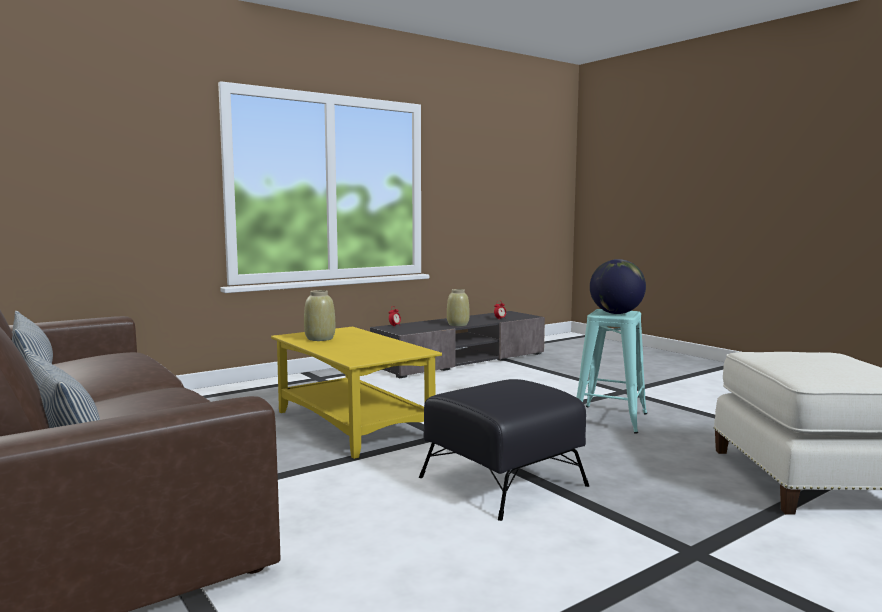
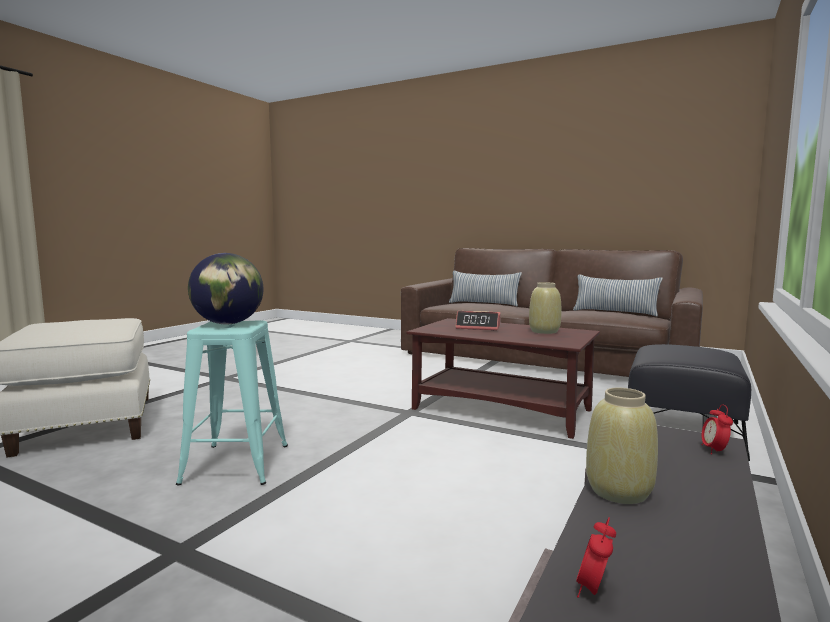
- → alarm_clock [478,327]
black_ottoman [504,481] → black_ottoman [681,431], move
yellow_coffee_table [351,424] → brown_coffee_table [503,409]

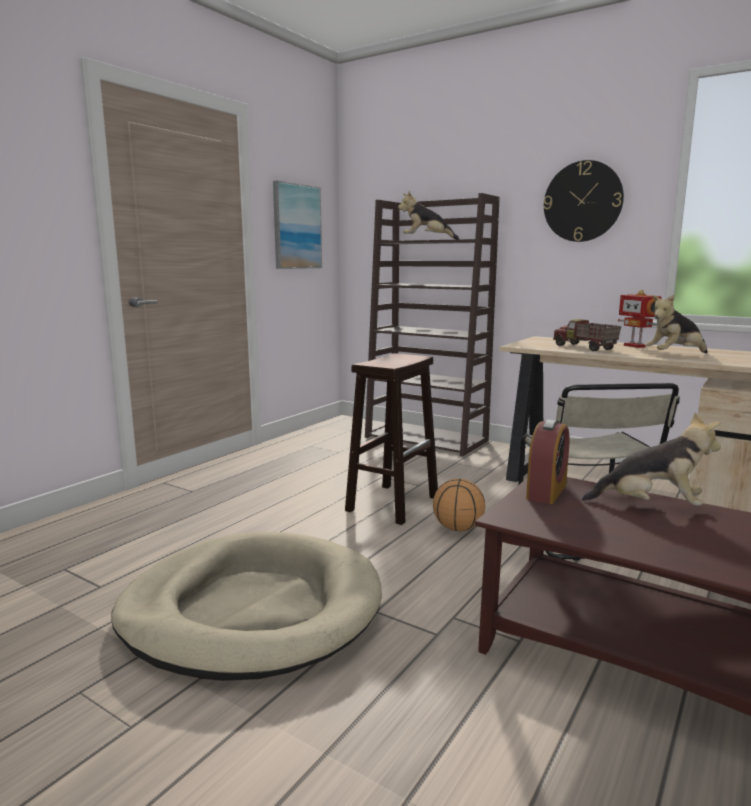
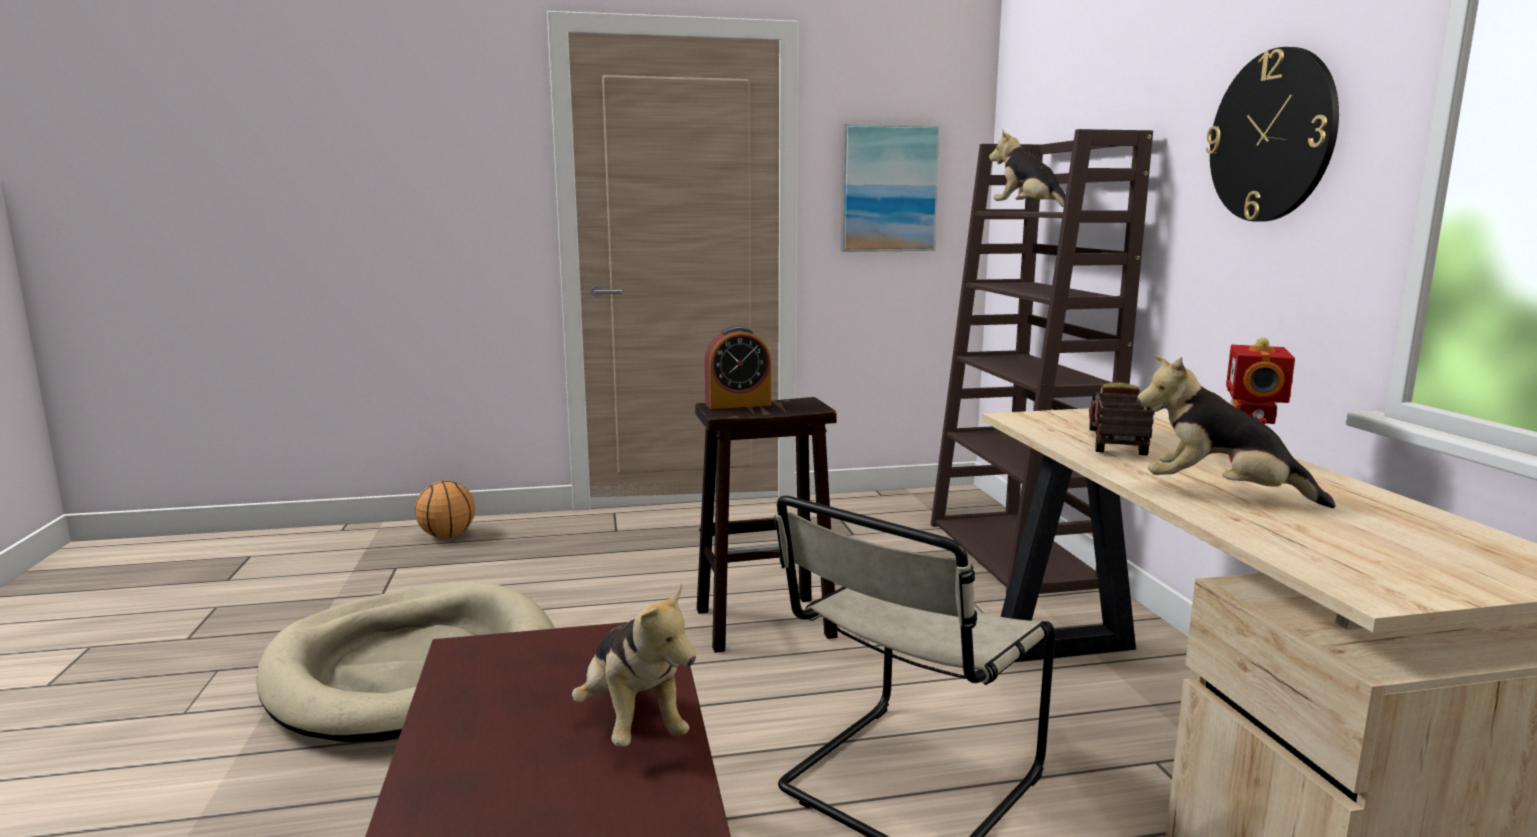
basketball [458,528] → basketball [448,536], move
alarm_clock [546,491] → alarm_clock [738,404], move

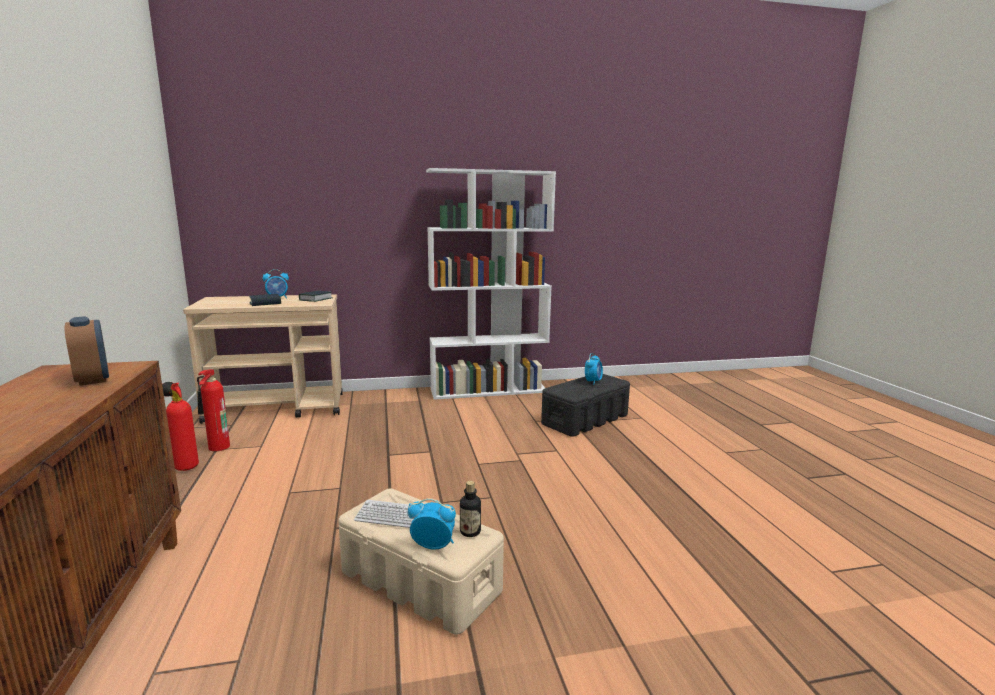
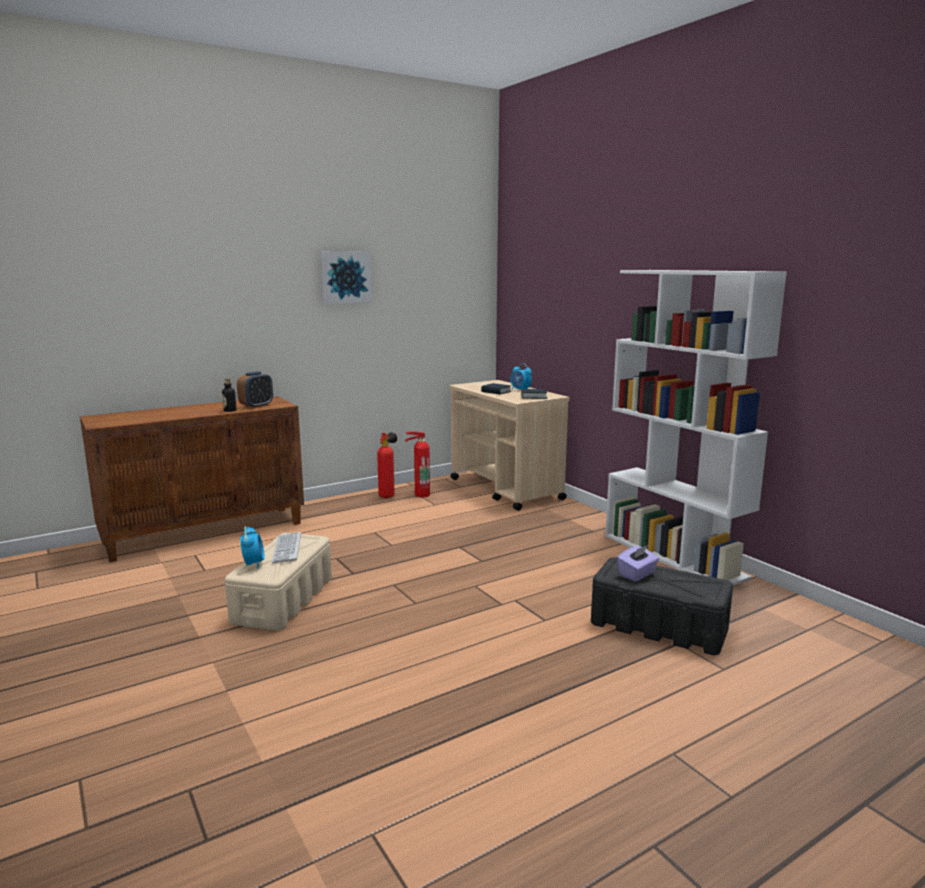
alarm_clock [593,382] → -
- → picture [345,277]
- → purple_tissue_box [637,574]
bottle [470,531] → bottle [230,410], move

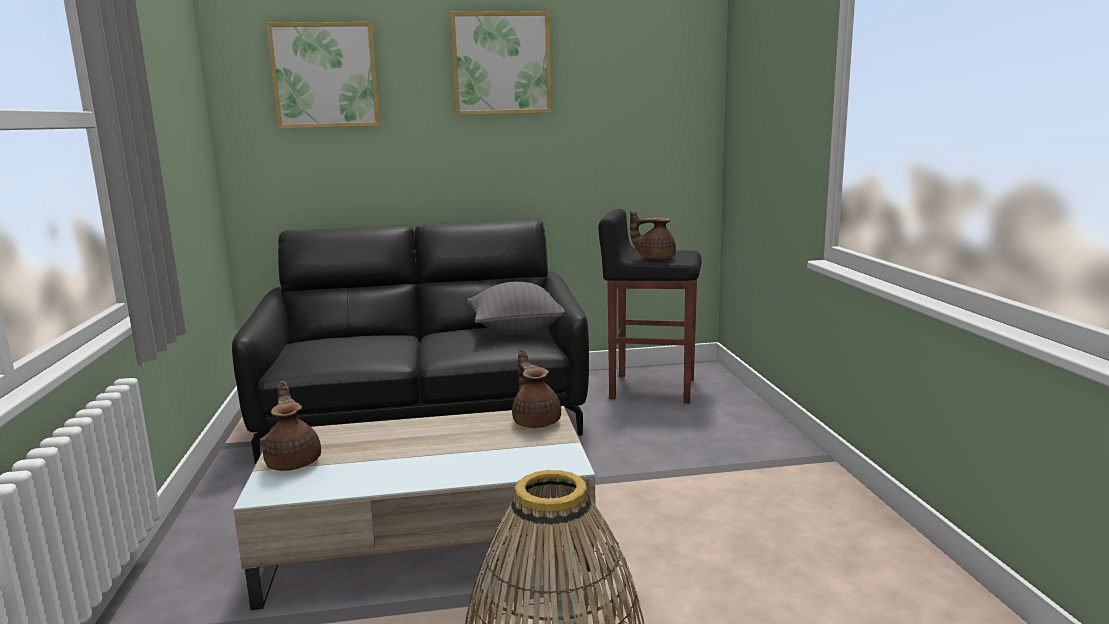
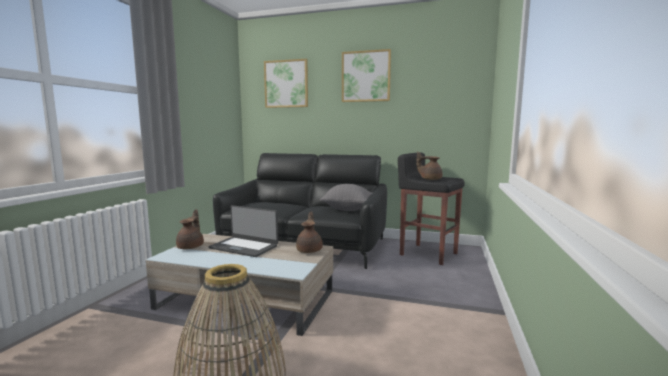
- → laptop [244,247]

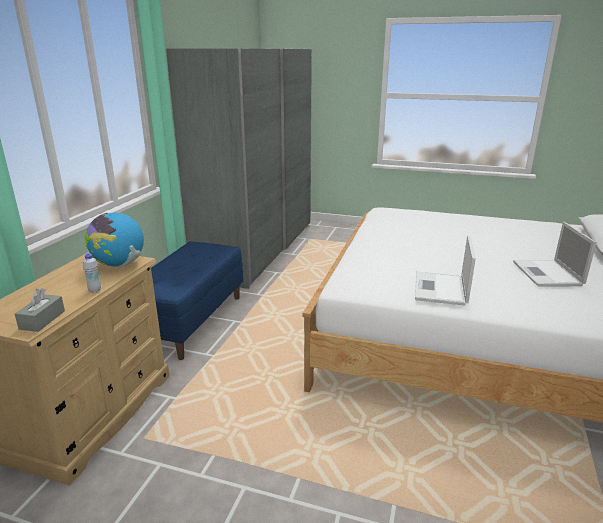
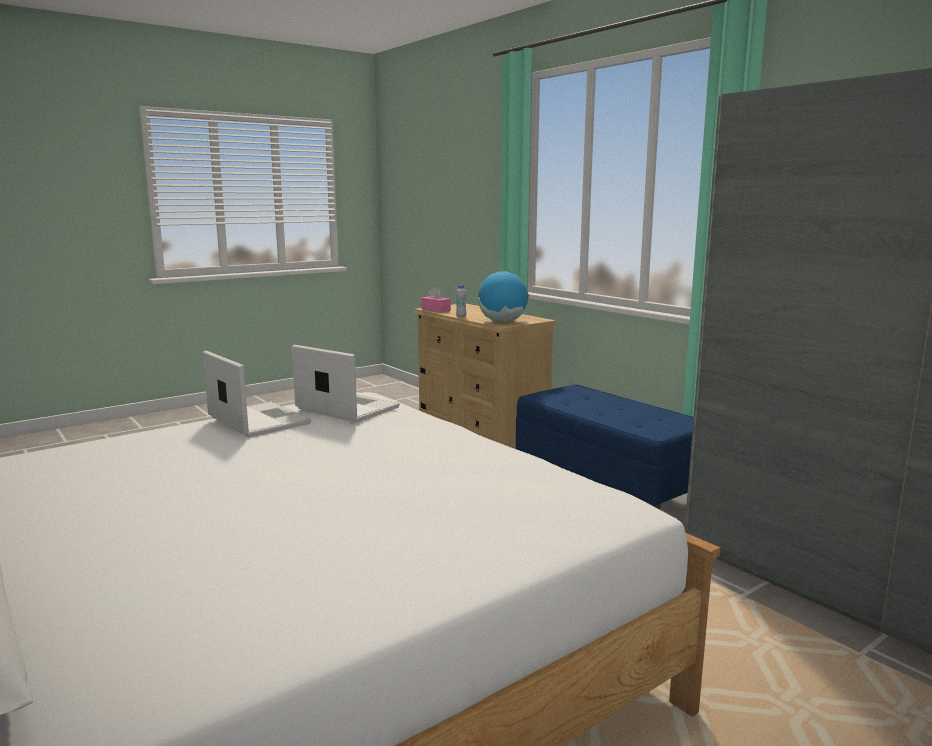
laptop [548,274] → laptop [345,408], move
grey_tissue_box [42,320] → pink_tissue_box [436,310]

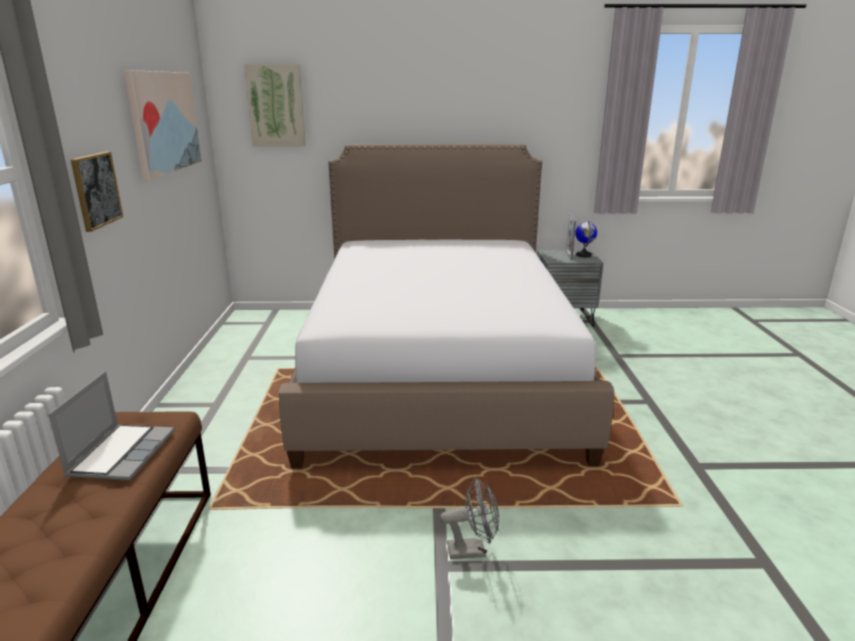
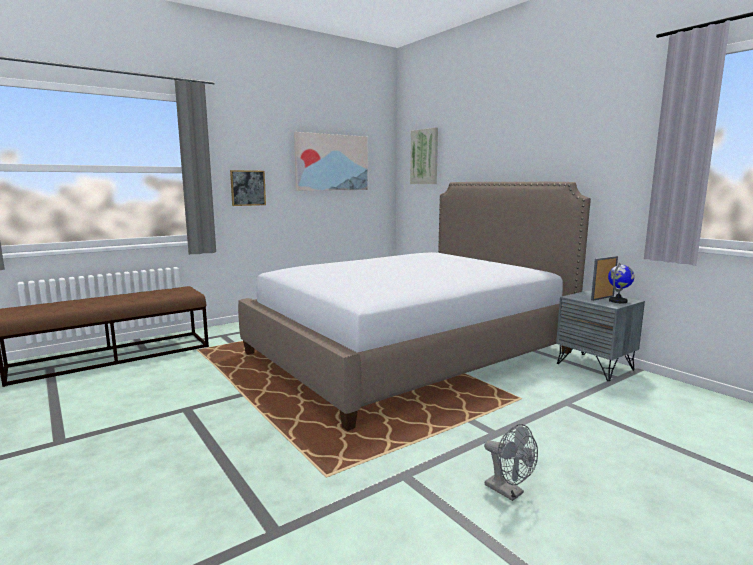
laptop [121,453] → -
grey_fan [472,550] → grey_fan [509,492], move

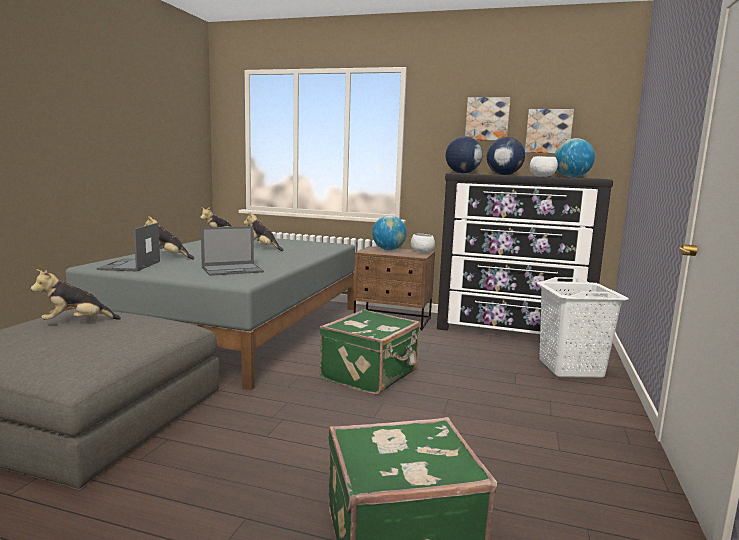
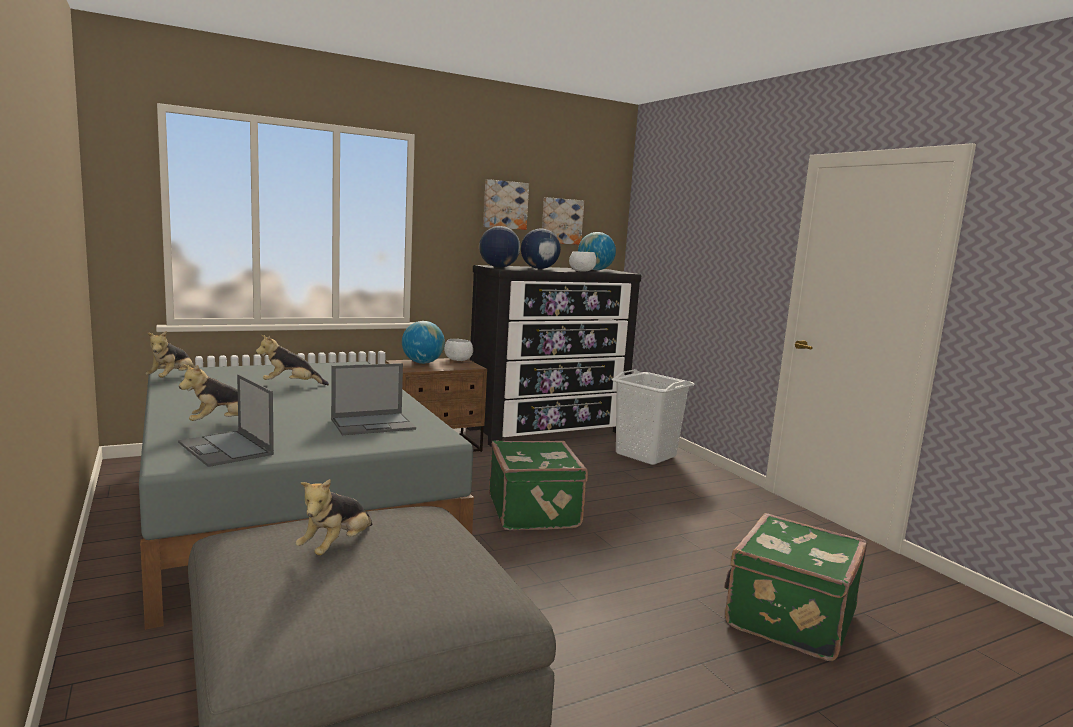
laptop [233,270] → laptop [374,424], 45 degrees clockwise

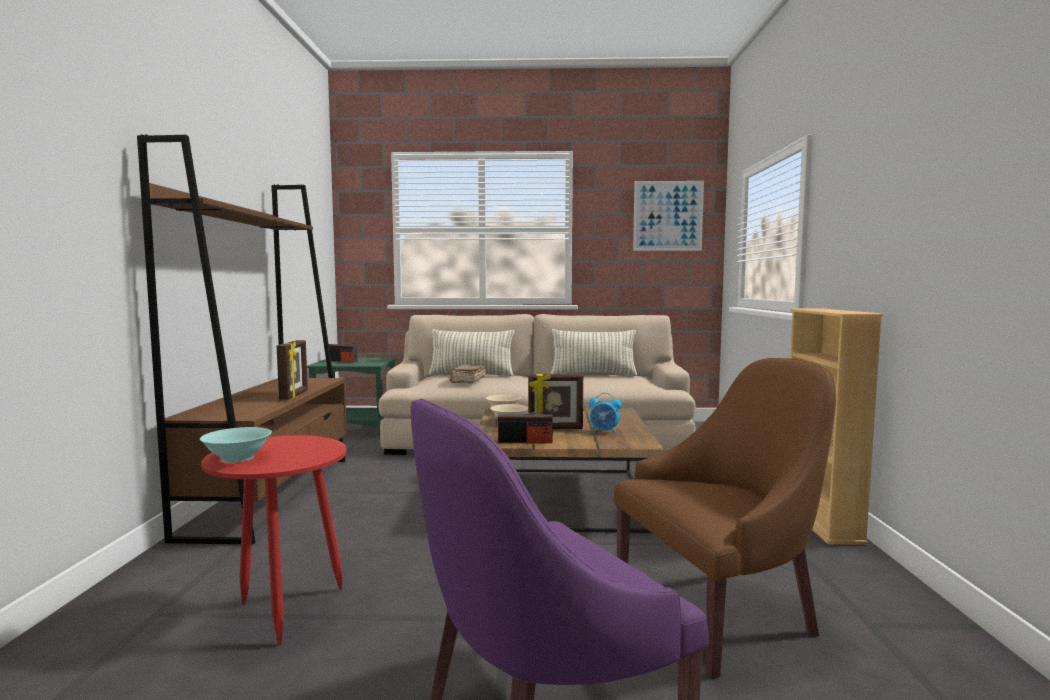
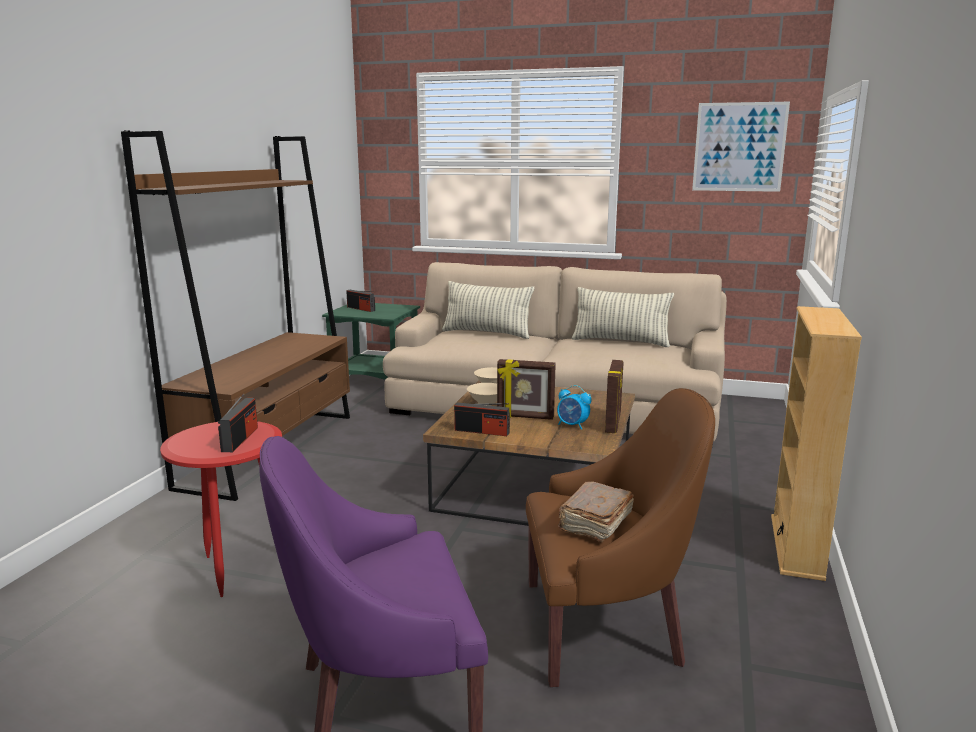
turquoise_bowl [237,458] → -
- → radio [240,439]
picture_frame [294,395] → picture_frame [613,423], move
brown_book [467,380] → brown_book [594,523], move

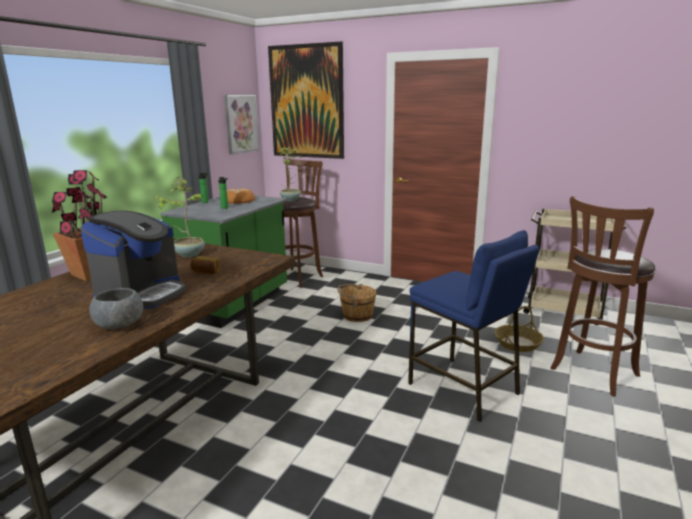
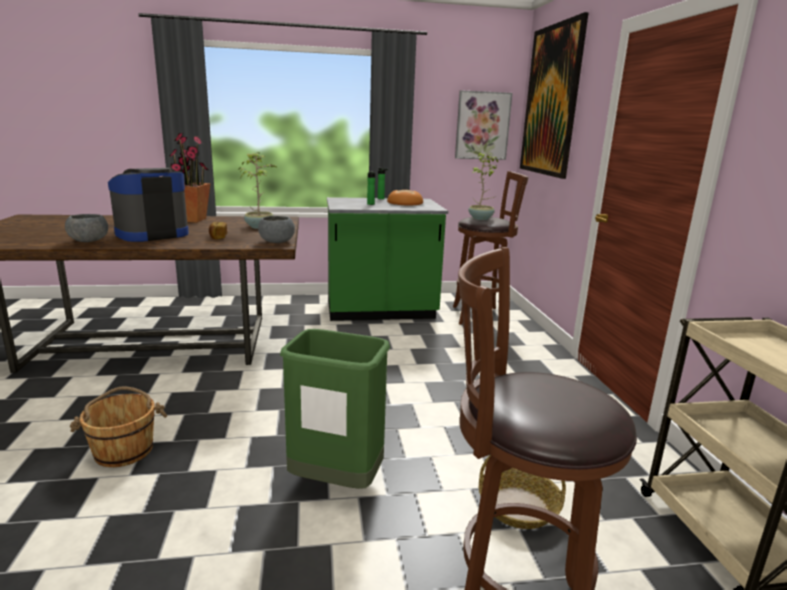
- → grey_bowl [276,242]
brown_bucket [357,315] → brown_bucket [124,450], move
blue_stool [463,388] → green_trash_can [335,482]
coffee_machine [141,295] → coffee_machine [152,234], 150 degrees clockwise

